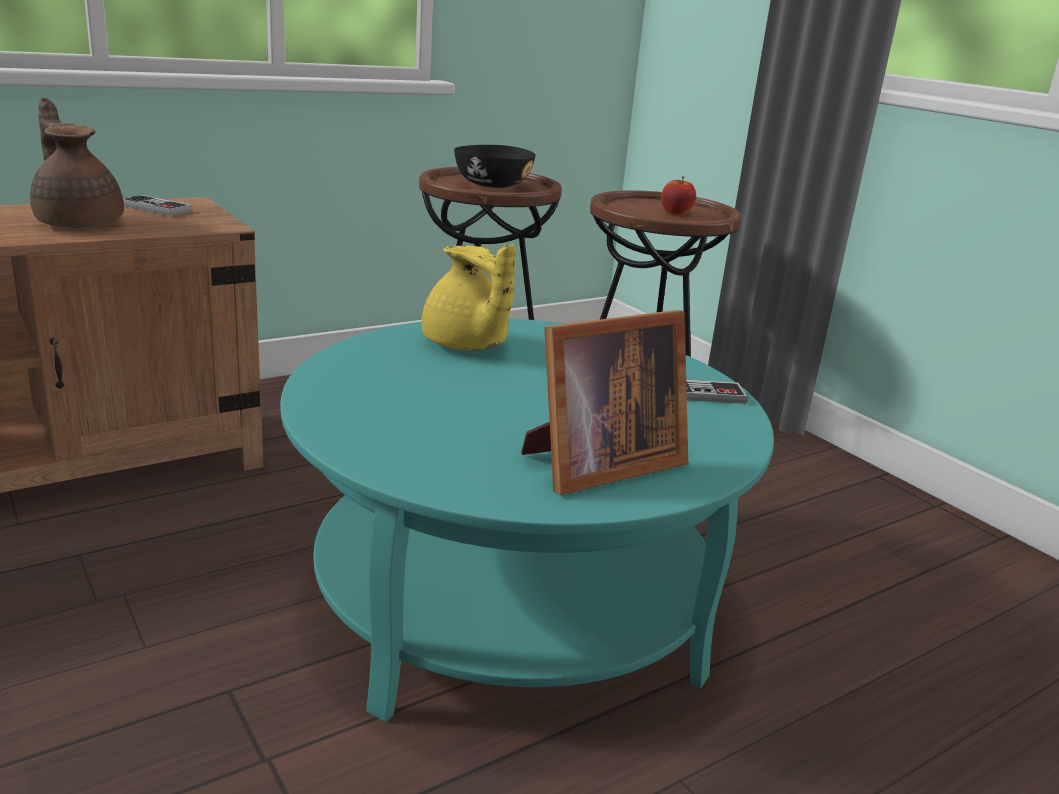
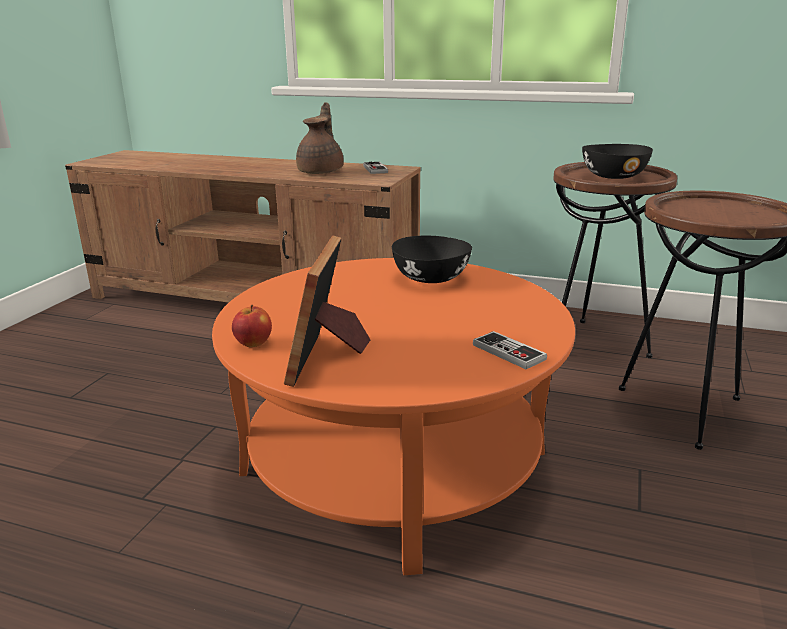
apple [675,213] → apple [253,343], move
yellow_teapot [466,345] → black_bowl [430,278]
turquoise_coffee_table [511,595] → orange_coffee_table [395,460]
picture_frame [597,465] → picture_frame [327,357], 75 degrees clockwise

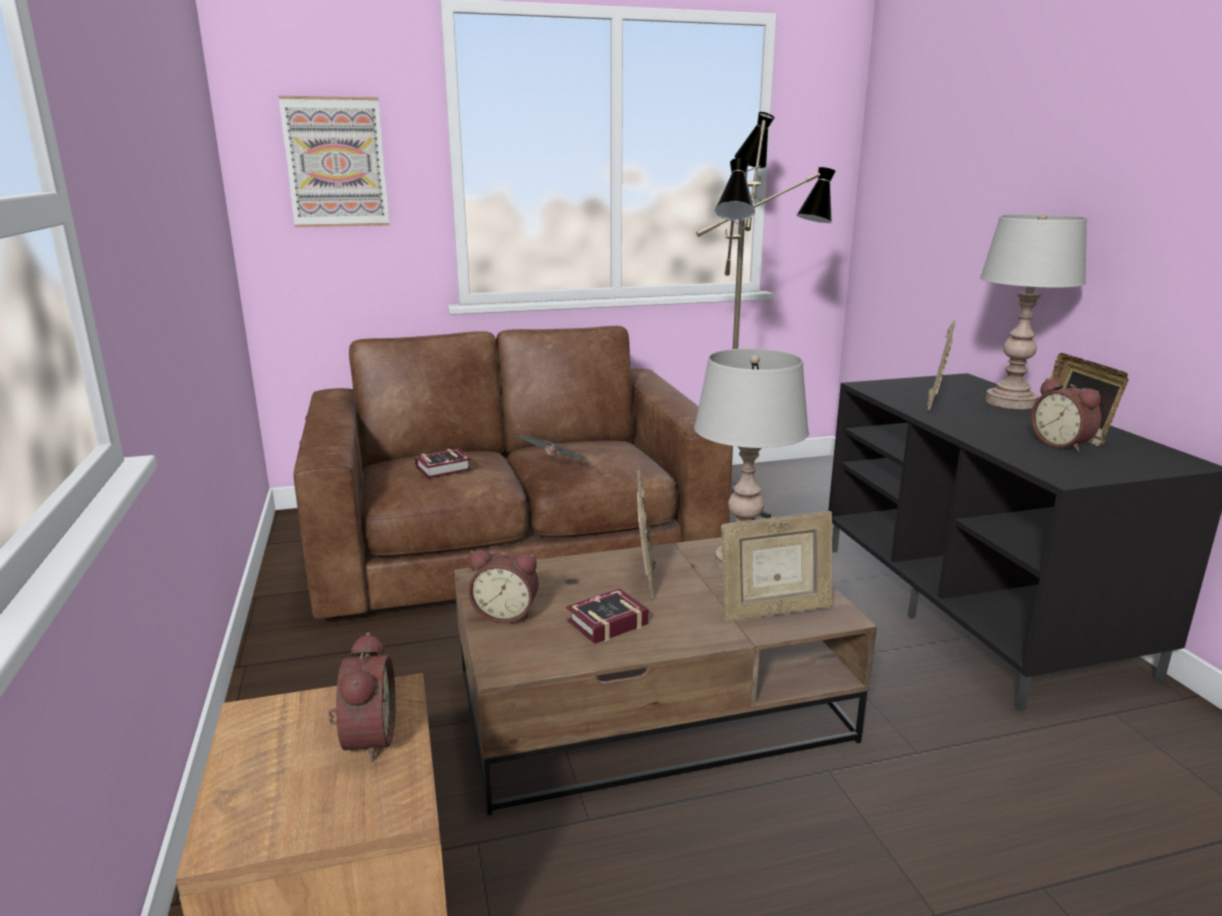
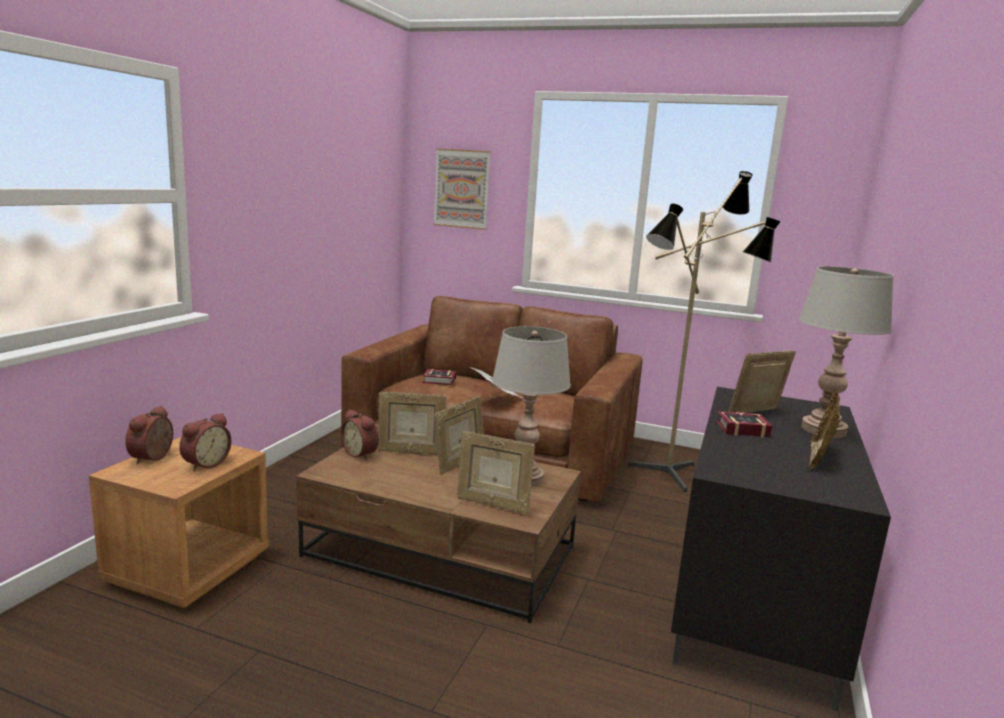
- → picture_frame [410,452]
book [603,623] → book [740,429], move
alarm_clock [1062,444] → alarm_clock [154,458], move

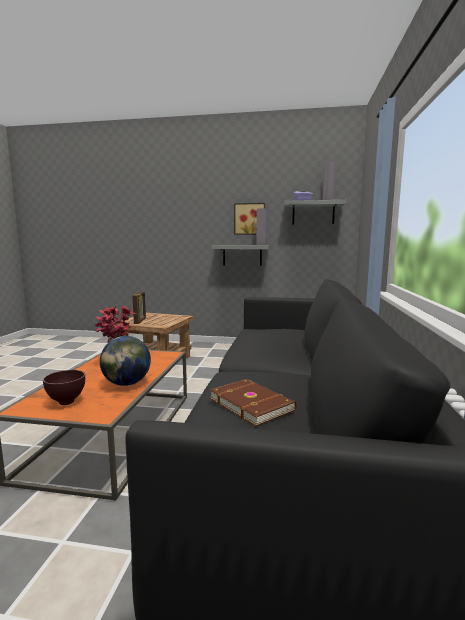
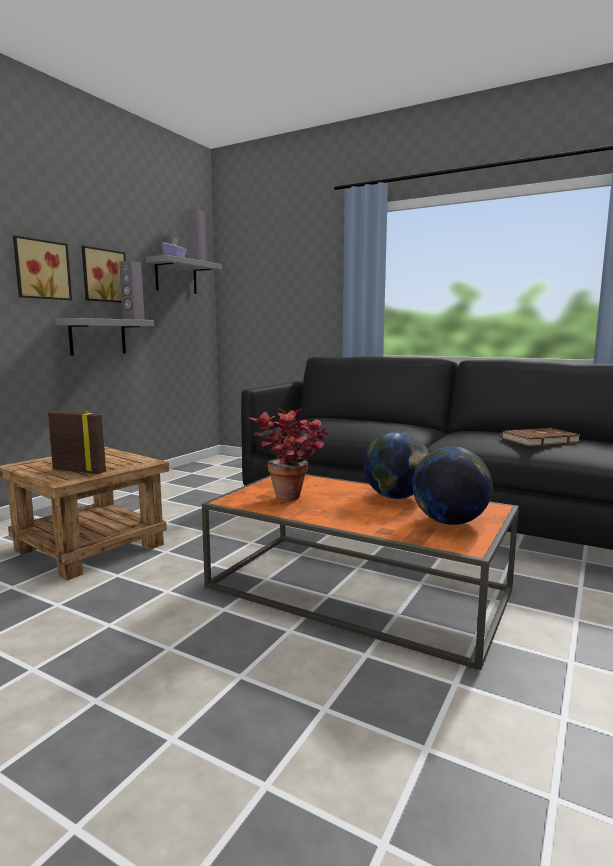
- → picture [41,269]
brown_bowl [67,402] → globe [449,522]

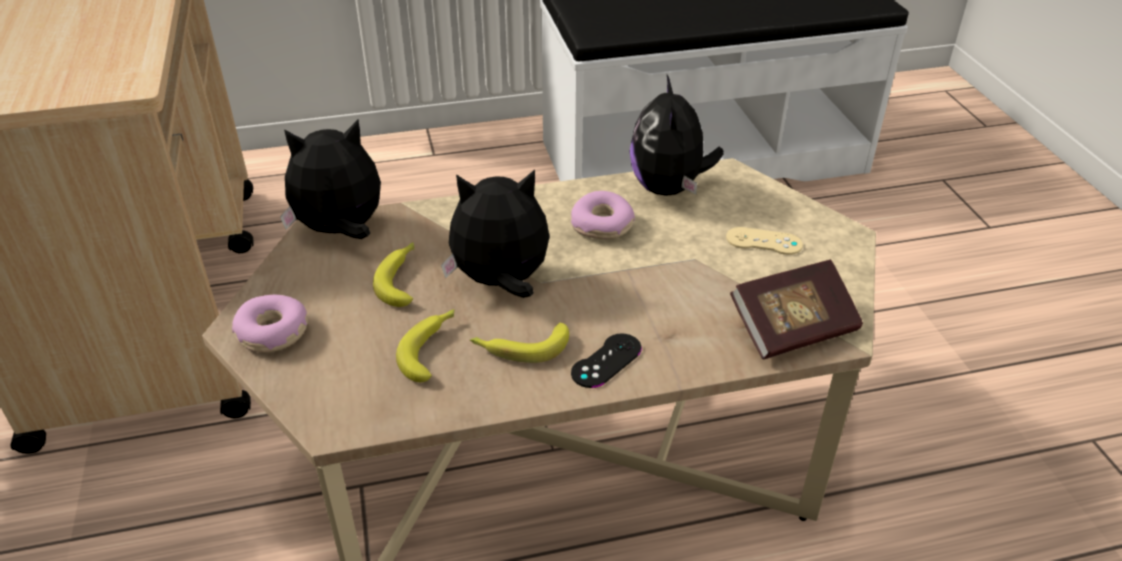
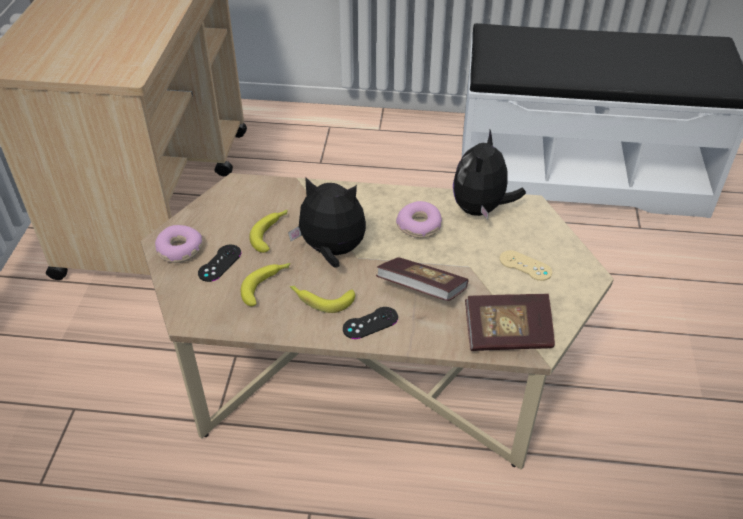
plush_toy [341,231] → -
- → black_game_controller [219,263]
- → book [421,290]

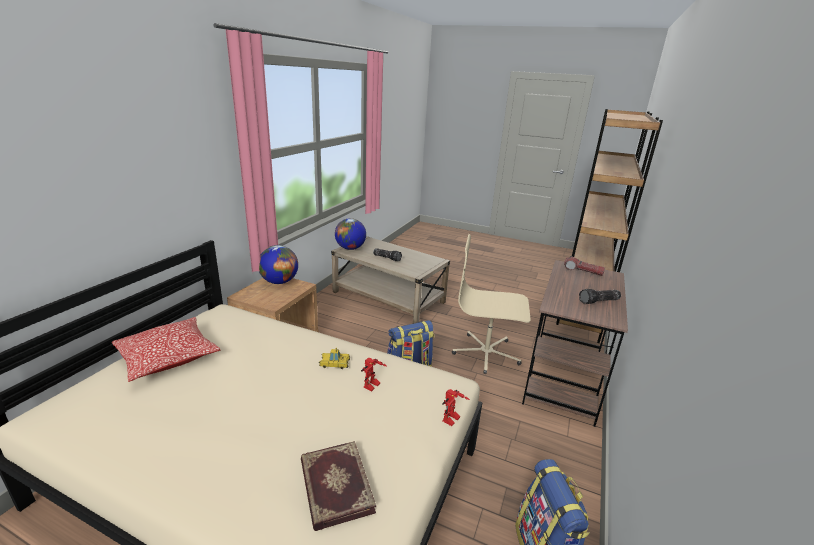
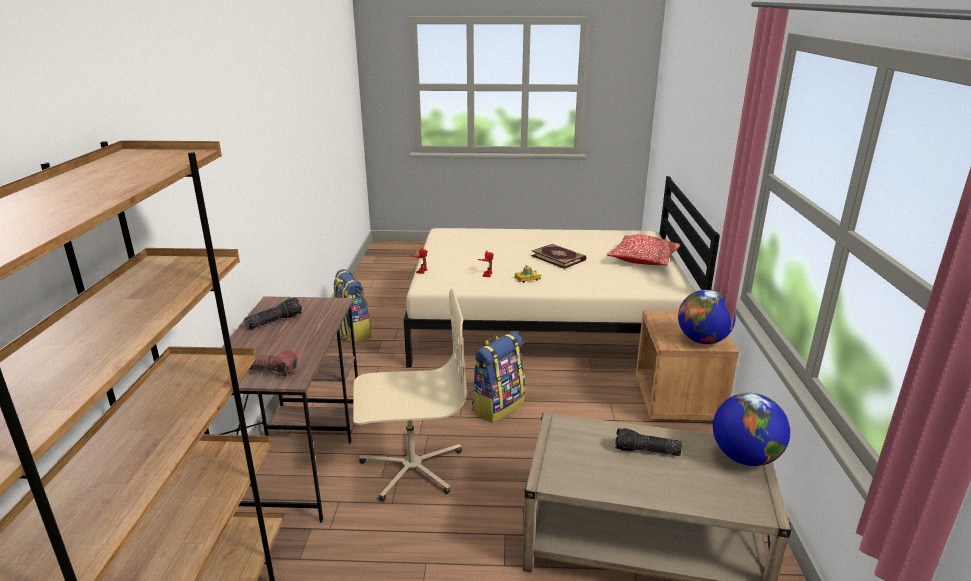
book [335,486] → book [559,258], move

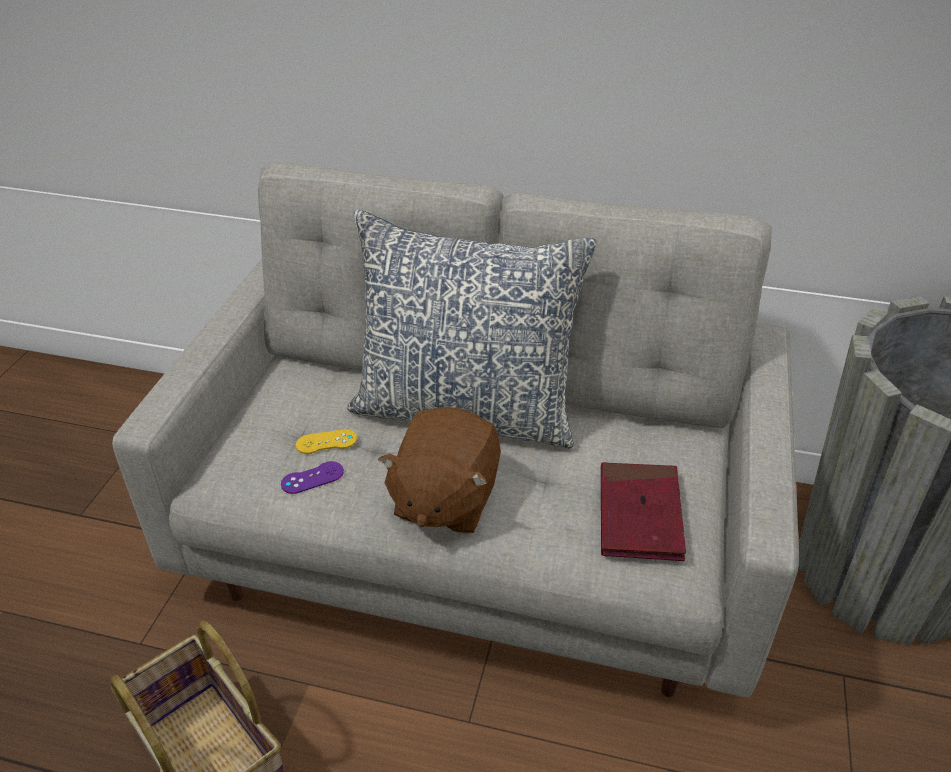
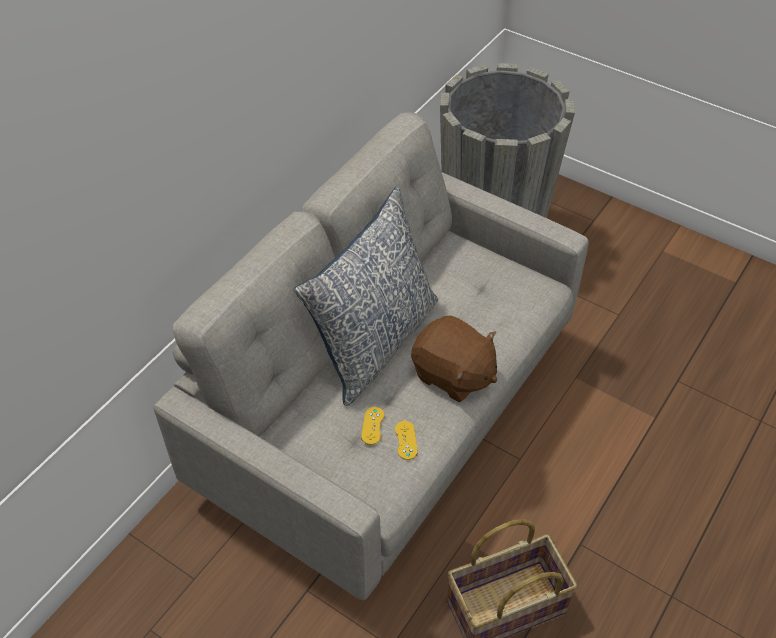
red_book [639,515] → -
purple_game_controller [312,478] → yellow_game_controller [406,440]

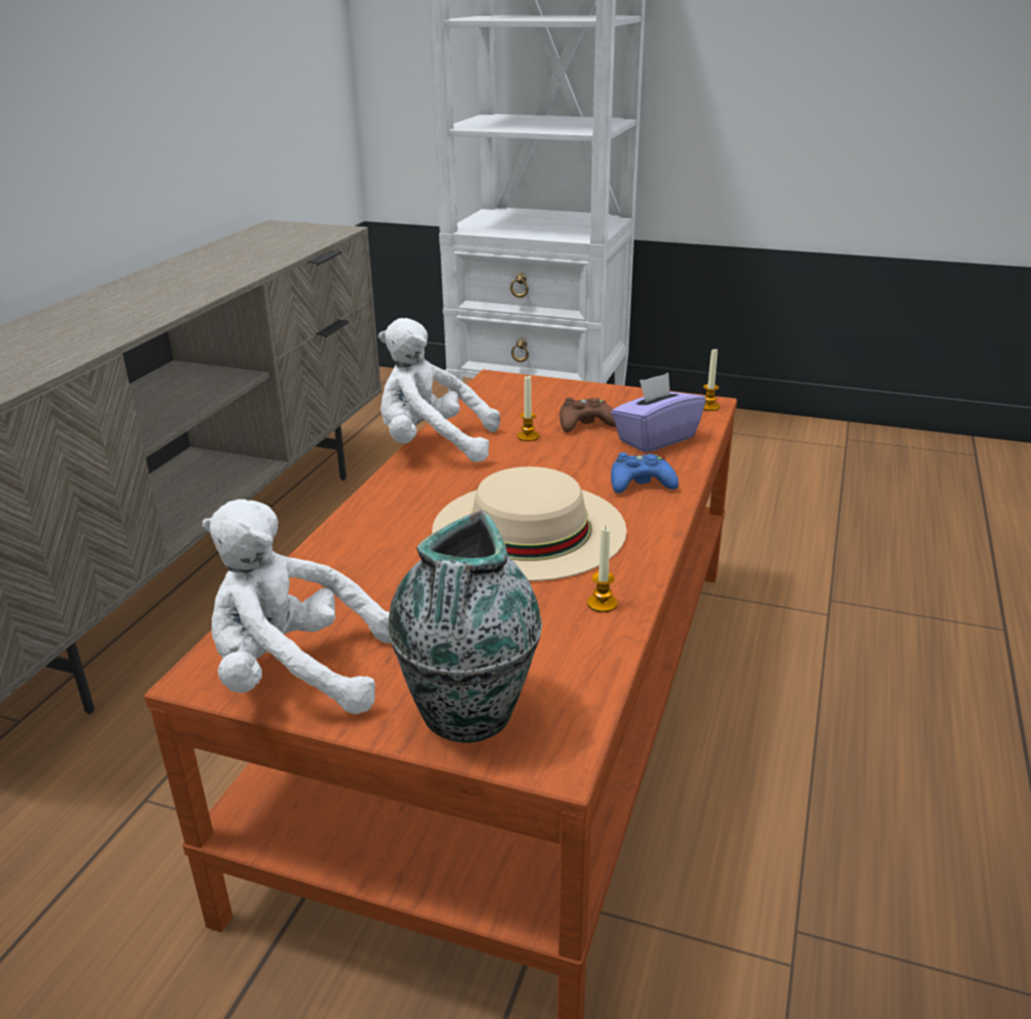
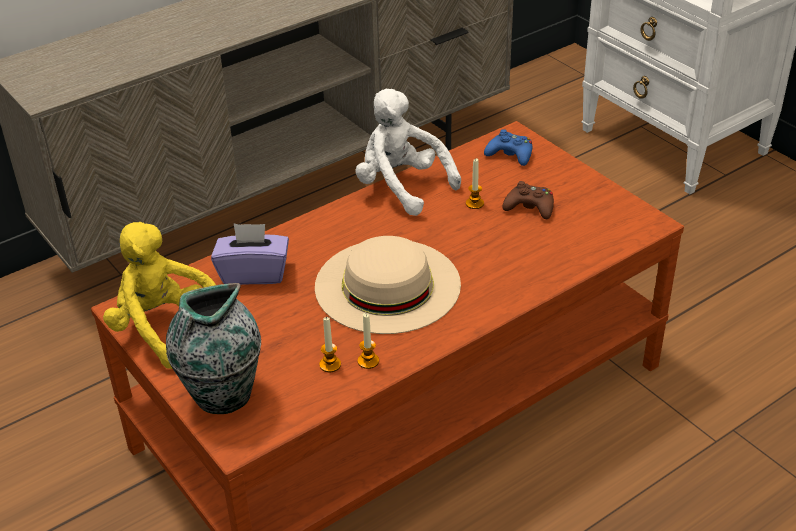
purple_tissue_box [655,439] → purple_tissue_box [254,273], move
blue_game_controller [641,483] → blue_game_controller [510,154], move
candle [709,406] → candle [330,365], move
white_plush_toy [295,674] → yellow_plush_toy [165,329]

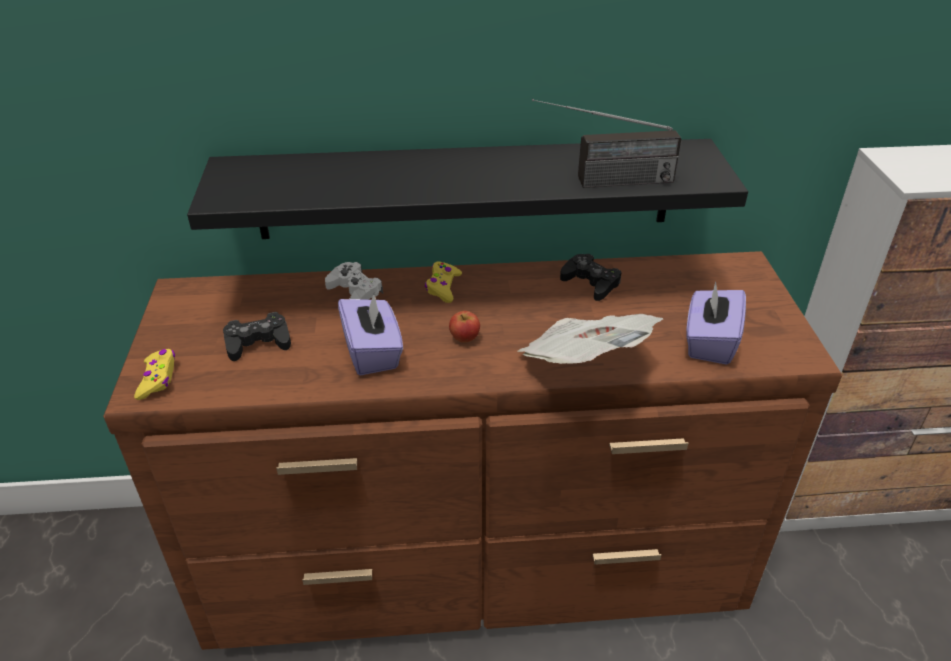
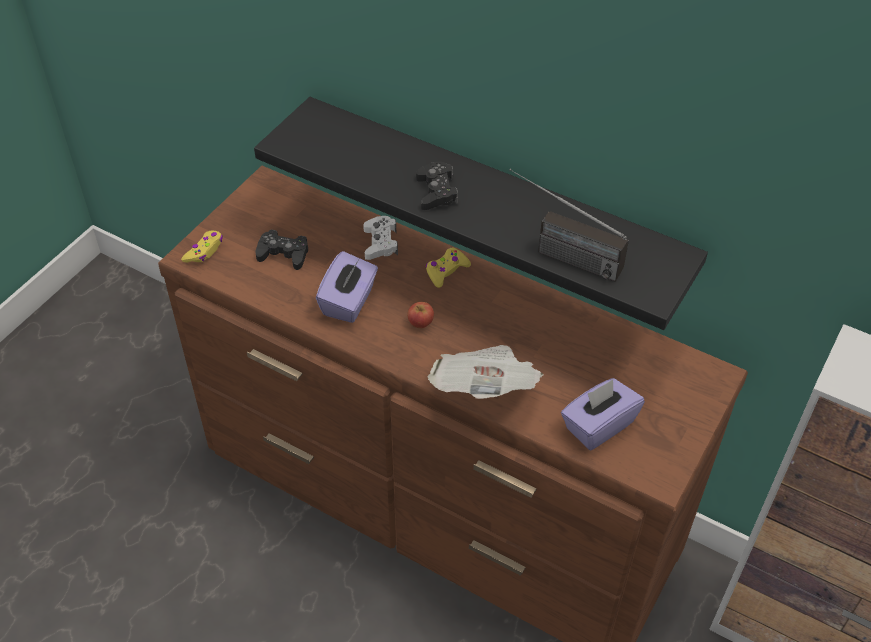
black_game_controller [590,282] → black_game_controller [436,192], move

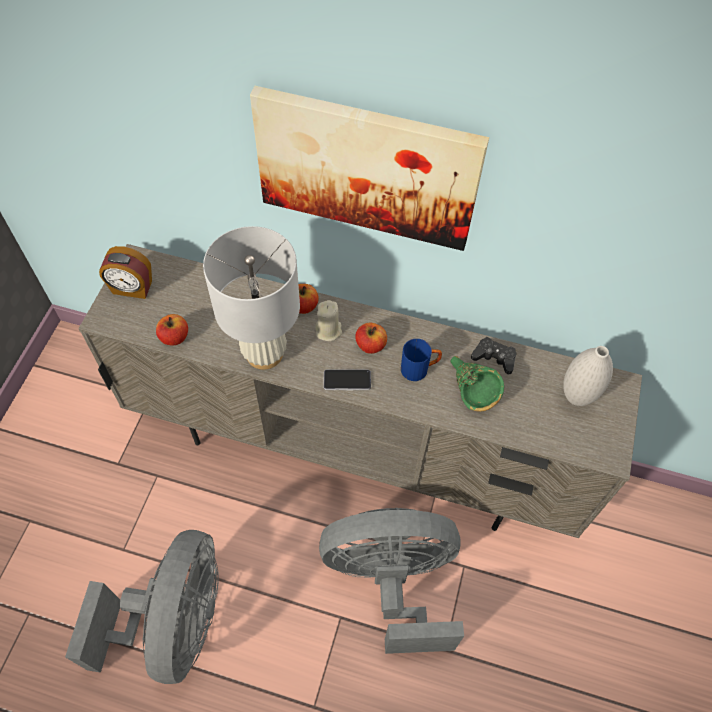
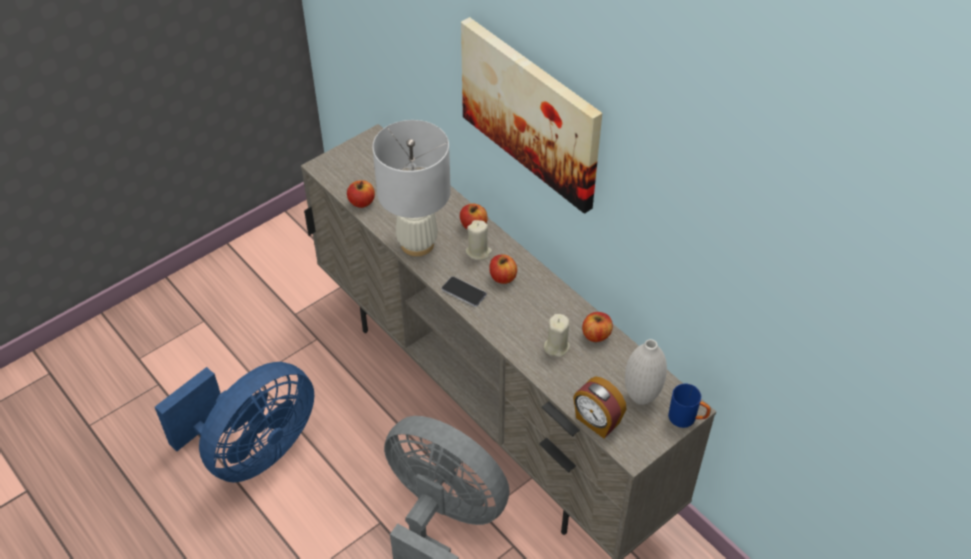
alarm_clock [132,288] → alarm_clock [596,421], move
blue_mug [419,369] → blue_mug [687,418], move
green_bowl [470,389] → beige_candle [556,346]
black_game_controller [494,358] → apple [596,335]
grey_fan [175,623] → blue_fan [253,451]

